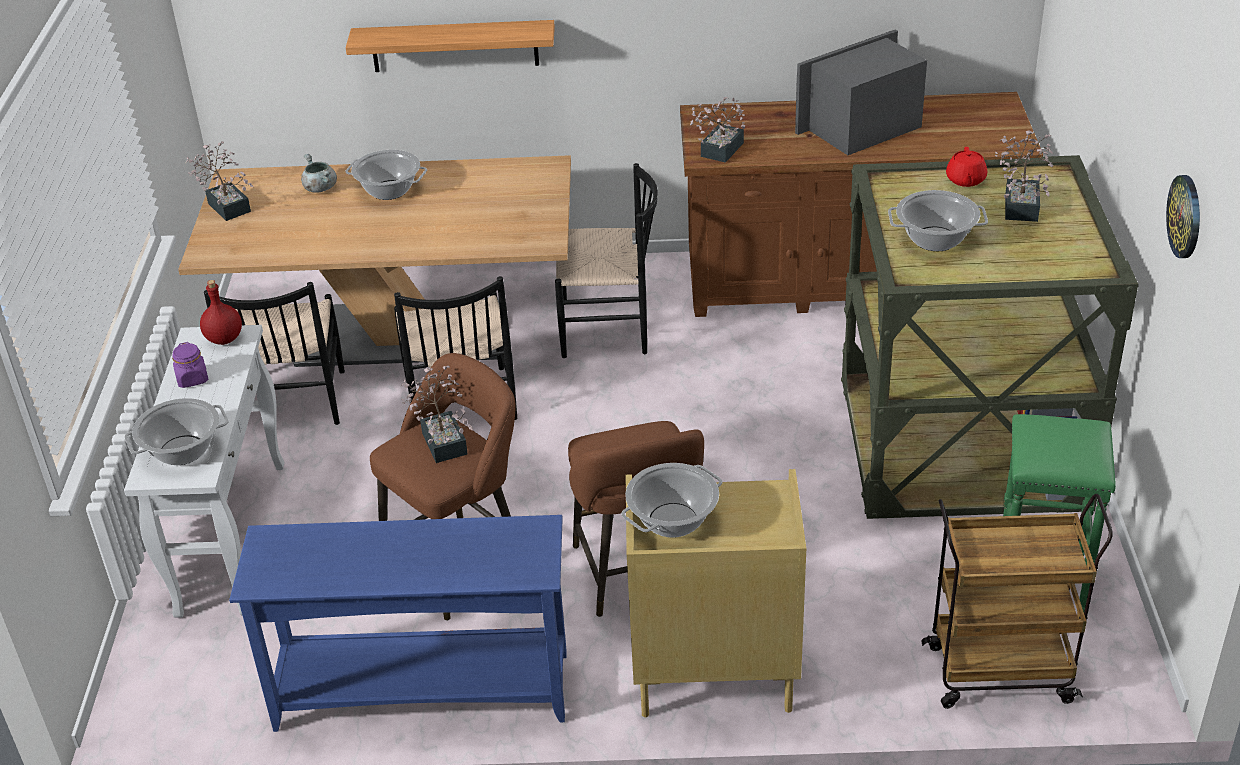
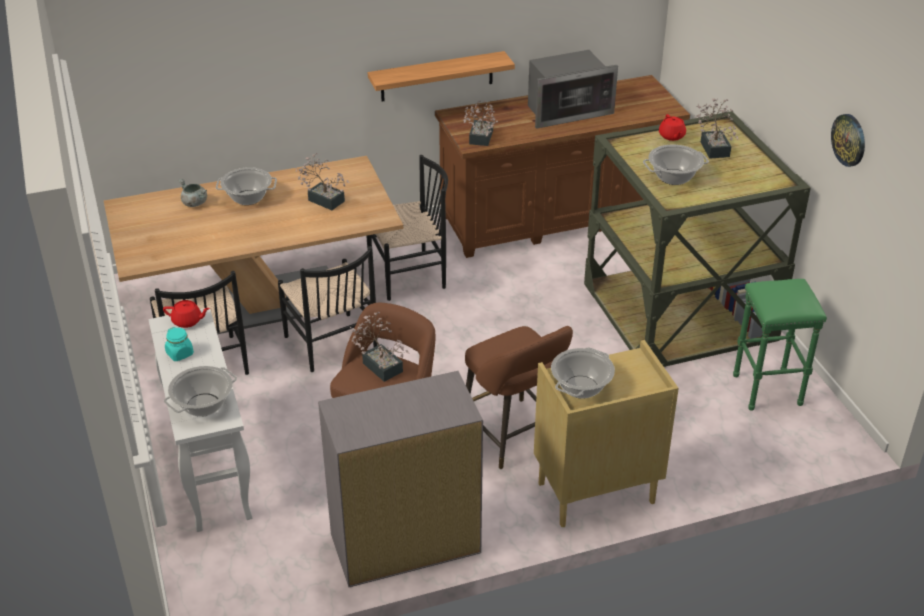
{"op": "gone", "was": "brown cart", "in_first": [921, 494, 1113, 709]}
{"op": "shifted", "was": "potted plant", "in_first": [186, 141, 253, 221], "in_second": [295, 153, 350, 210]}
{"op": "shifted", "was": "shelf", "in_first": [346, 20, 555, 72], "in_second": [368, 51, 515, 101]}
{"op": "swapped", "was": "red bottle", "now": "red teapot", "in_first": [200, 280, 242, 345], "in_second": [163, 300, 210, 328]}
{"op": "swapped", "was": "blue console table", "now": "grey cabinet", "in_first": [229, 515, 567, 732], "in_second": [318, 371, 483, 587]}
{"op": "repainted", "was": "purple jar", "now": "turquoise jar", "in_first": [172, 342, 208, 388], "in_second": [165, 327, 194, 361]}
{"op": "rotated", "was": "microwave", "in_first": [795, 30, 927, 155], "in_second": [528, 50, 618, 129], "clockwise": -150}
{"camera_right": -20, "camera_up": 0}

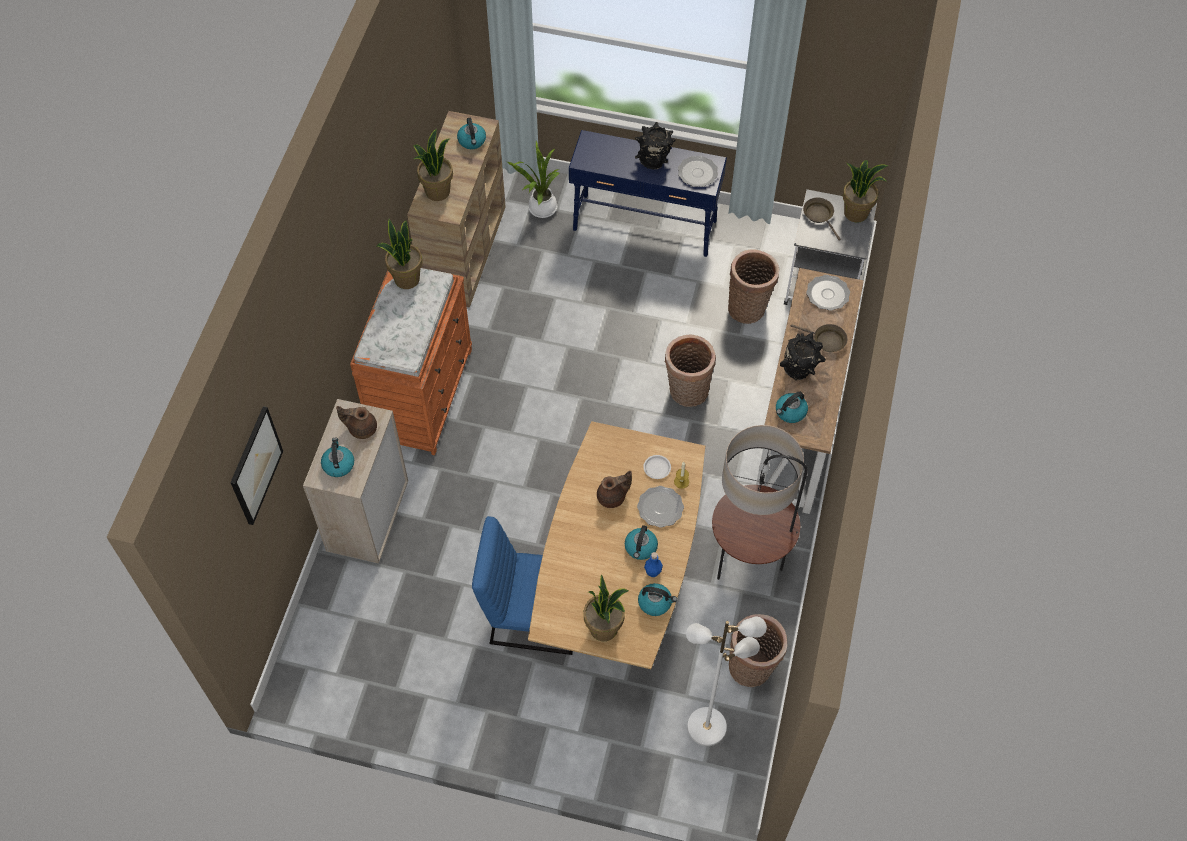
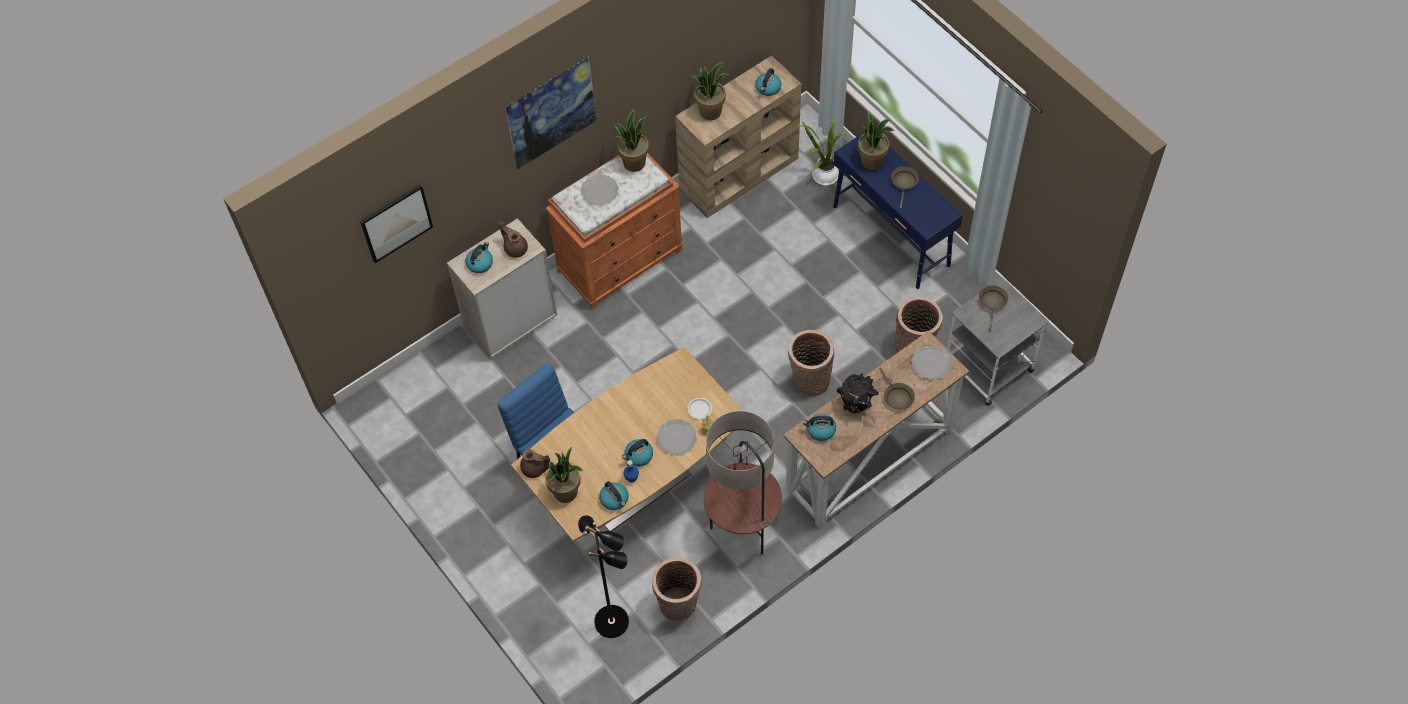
{"op": "new", "now": "picture", "in_second": [505, 57, 597, 170]}
{"op": "shifted", "was": "brown teapot", "in_first": [597, 471, 632, 508], "in_second": [520, 449, 550, 478]}
{"op": "shifted", "was": "plate", "in_first": [678, 156, 718, 187], "in_second": [581, 174, 619, 205]}
{"op": "shifted", "was": "potted plant", "in_first": [843, 160, 888, 222], "in_second": [858, 112, 894, 170]}
{"op": "swapped", "was": "black vase", "now": "brown frying pan", "in_first": [635, 122, 676, 169], "in_second": [891, 166, 919, 209]}
{"op": "repainted", "was": "white floor lamp", "now": "black floor lamp", "in_first": [686, 617, 767, 746], "in_second": [578, 515, 629, 638]}
{"camera_right": 40, "camera_up": 0}

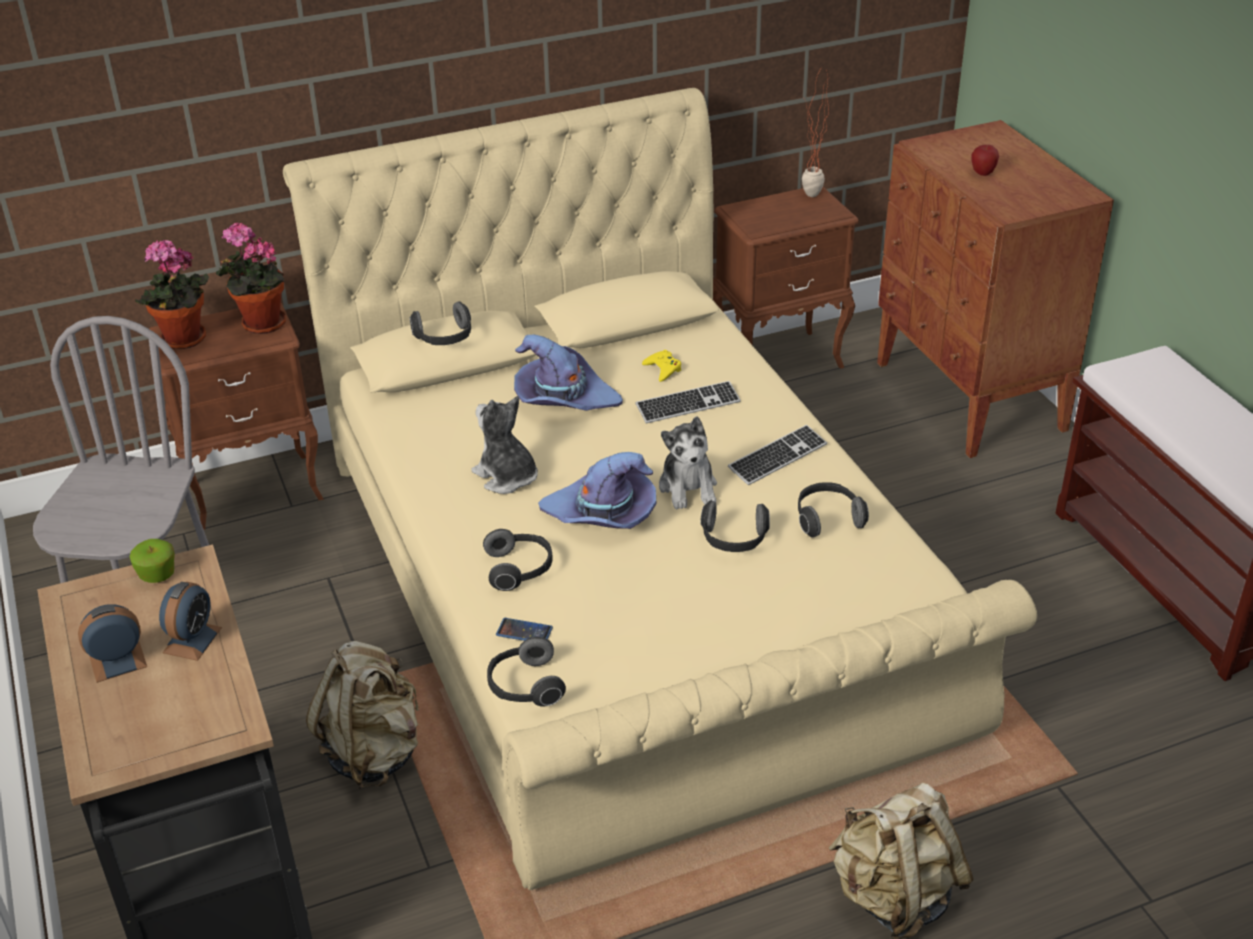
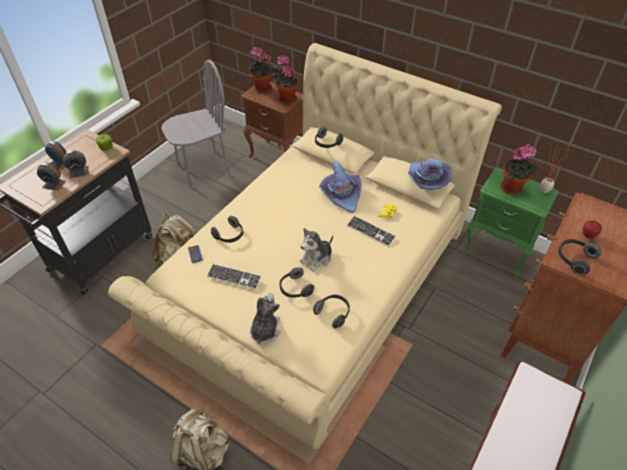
{"op": "new", "now": "alarm clock", "in_second": [37, 163, 66, 190]}
{"op": "new", "now": "potted plant", "in_second": [500, 144, 539, 195]}
{"op": "shifted", "was": "plush toy", "in_first": [471, 396, 538, 494], "in_second": [250, 293, 280, 345]}
{"op": "shifted", "was": "headphones", "in_first": [487, 637, 566, 707], "in_second": [558, 239, 602, 275]}
{"op": "shifted", "was": "purple hat", "in_first": [538, 452, 657, 529], "in_second": [408, 158, 452, 190]}
{"op": "shifted", "was": "keyboard", "in_first": [728, 425, 827, 485], "in_second": [207, 264, 262, 290]}
{"op": "repainted", "was": "brown nightstand", "now": "green nightstand", "in_first": [713, 187, 859, 369], "in_second": [463, 167, 559, 277]}
{"camera_right": 55, "camera_up": 10}

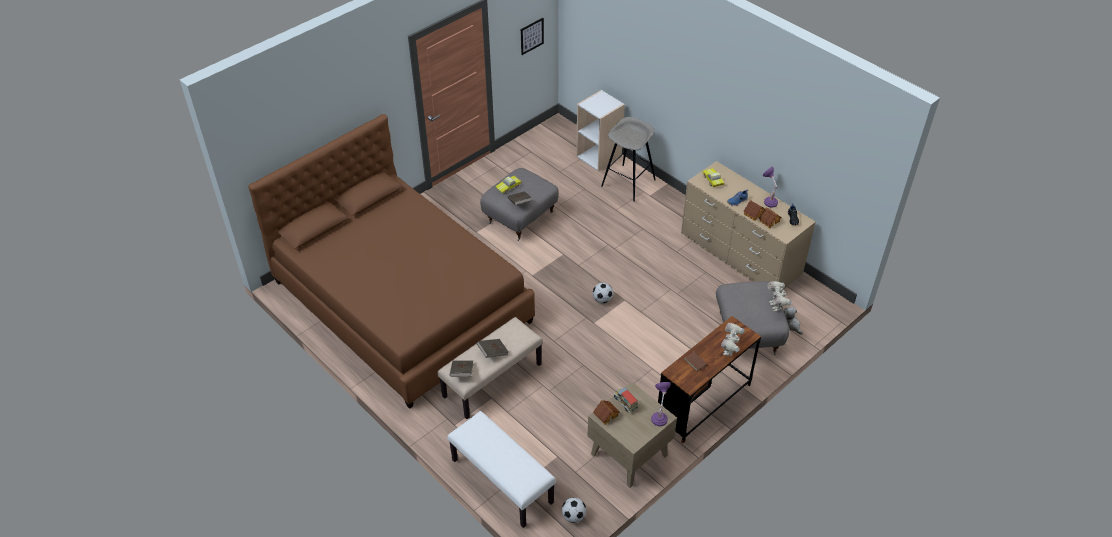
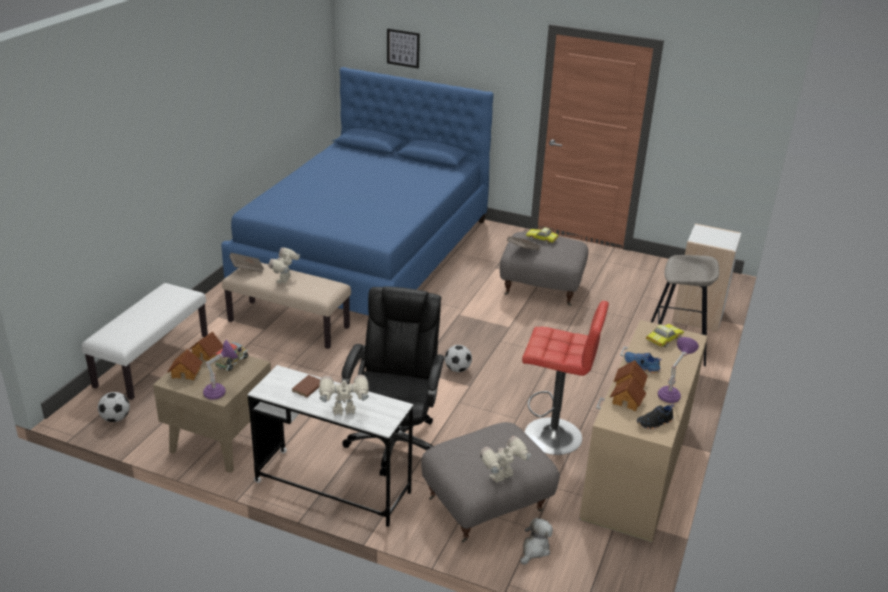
{"op": "new", "now": "toy house", "in_second": [168, 349, 202, 380]}
{"op": "new", "now": "black office chair", "in_second": [342, 286, 445, 476]}
{"op": "new", "now": "red stool", "in_second": [522, 301, 609, 455]}
{"op": "shifted", "was": "picture", "in_first": [521, 18, 544, 55], "in_second": [387, 29, 420, 68]}
{"op": "swapped", "was": "brown book", "now": "toy robot", "in_first": [477, 339, 509, 358], "in_second": [268, 248, 300, 284]}
{"op": "repainted", "was": "brown bed", "now": "blue bed", "in_first": [248, 114, 535, 409], "in_second": [221, 67, 494, 316]}
{"op": "repainted", "was": "brown desk", "now": "white desk", "in_first": [658, 316, 761, 443], "in_second": [248, 365, 413, 527]}
{"camera_right": 65, "camera_up": -15}

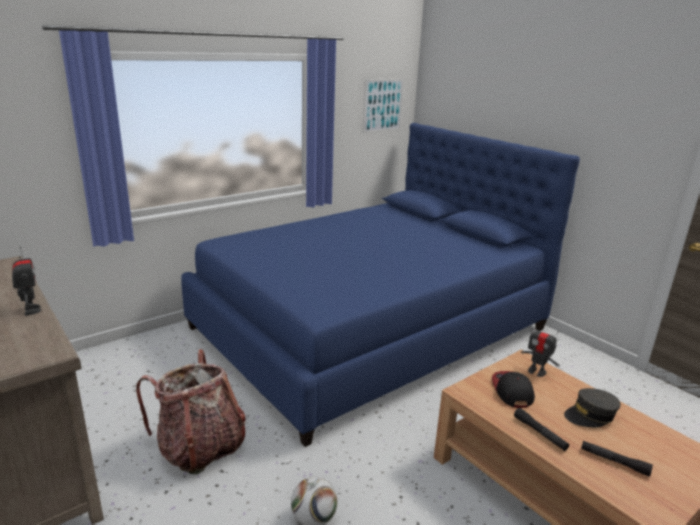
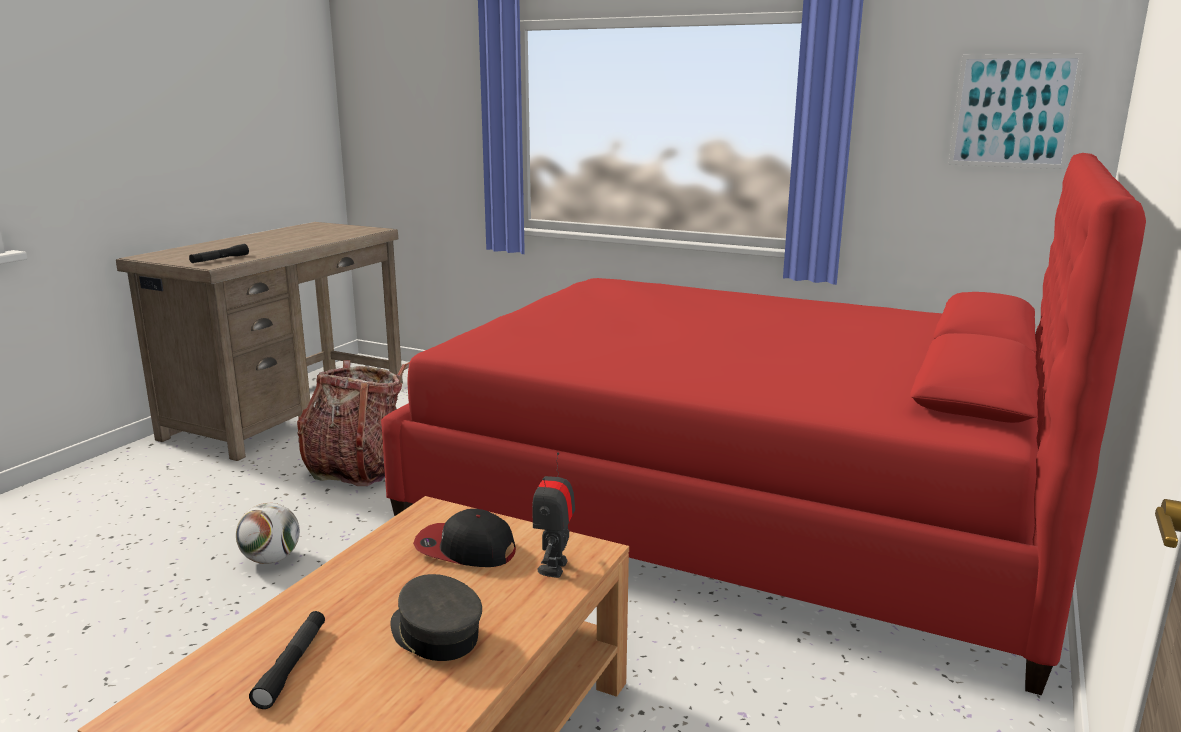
{"op": "gone", "was": "toy robot", "in_first": [12, 247, 41, 316]}
{"op": "shifted", "was": "black flashlight", "in_first": [514, 408, 569, 451], "in_second": [189, 244, 249, 263]}
{"op": "repainted", "was": "blue bed", "now": "red bed", "in_first": [181, 123, 580, 447], "in_second": [381, 153, 1146, 695]}
{"op": "rotated", "was": "cap", "in_first": [492, 371, 535, 408], "in_second": [413, 509, 516, 567], "clockwise": -135}
{"camera_right": 65, "camera_up": -5}

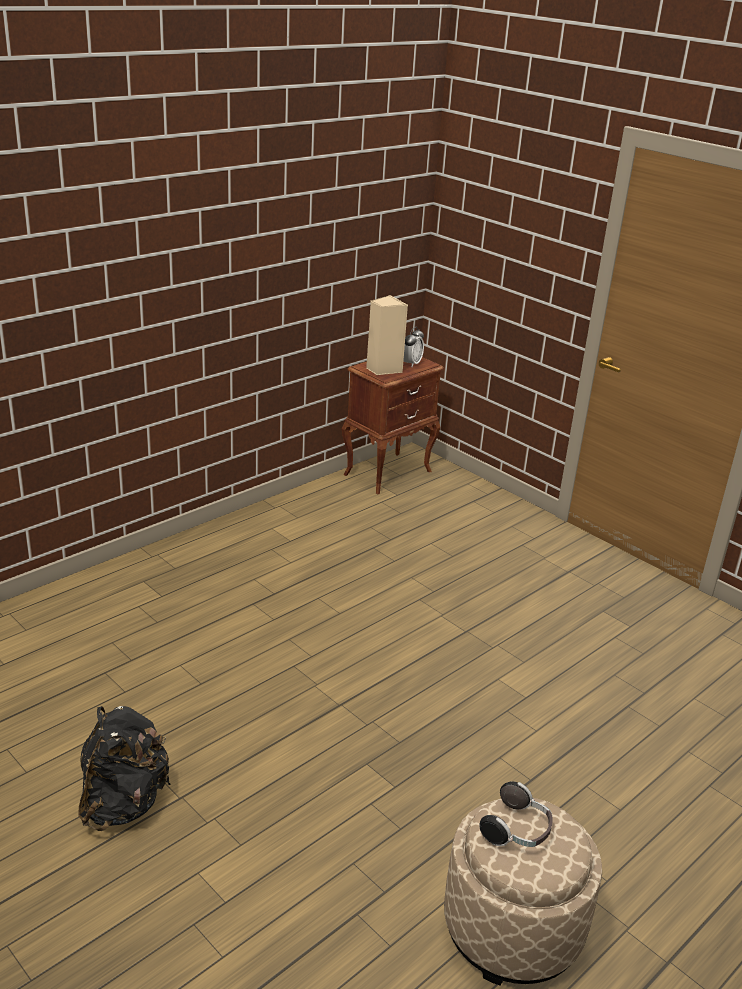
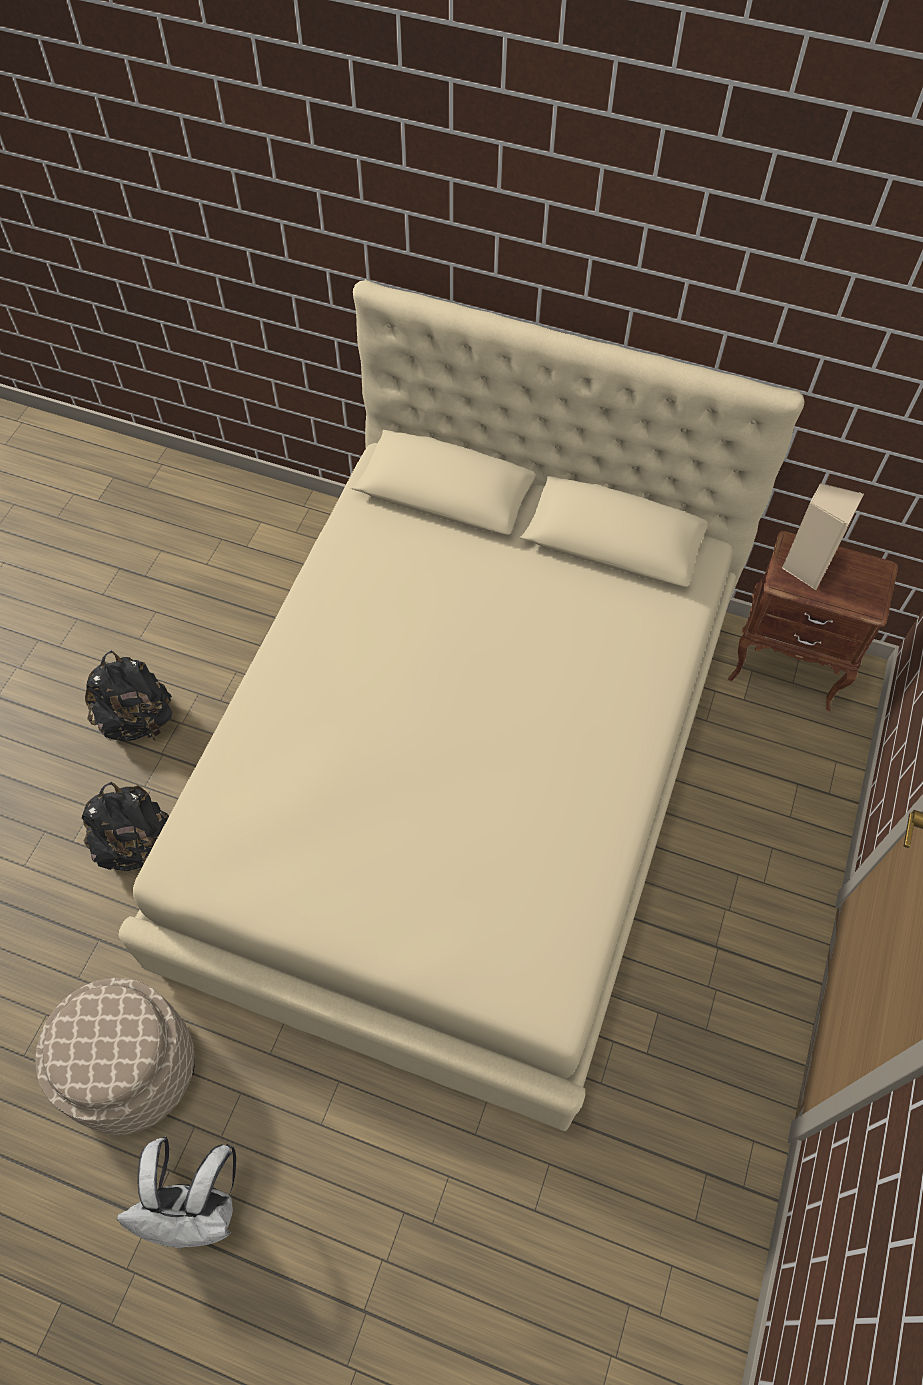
{"op": "gone", "was": "alarm clock", "in_first": [403, 327, 424, 367]}
{"op": "gone", "was": "headphones", "in_first": [479, 781, 553, 847]}
{"op": "new", "now": "black backpack", "in_second": [82, 782, 169, 871]}
{"op": "new", "now": "white backpack", "in_second": [117, 1137, 236, 1250]}
{"op": "new", "now": "beige bed", "in_second": [119, 280, 804, 1131]}
{"camera_right": 65, "camera_up": 30}

